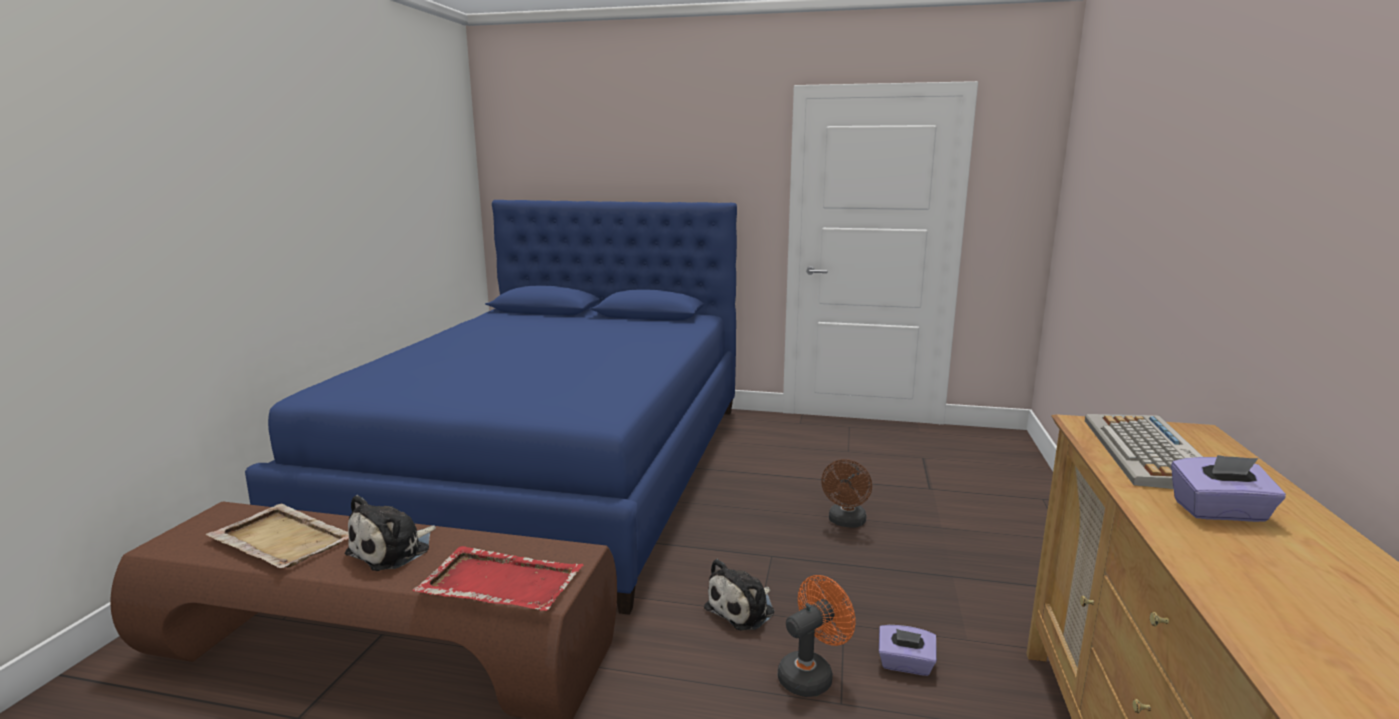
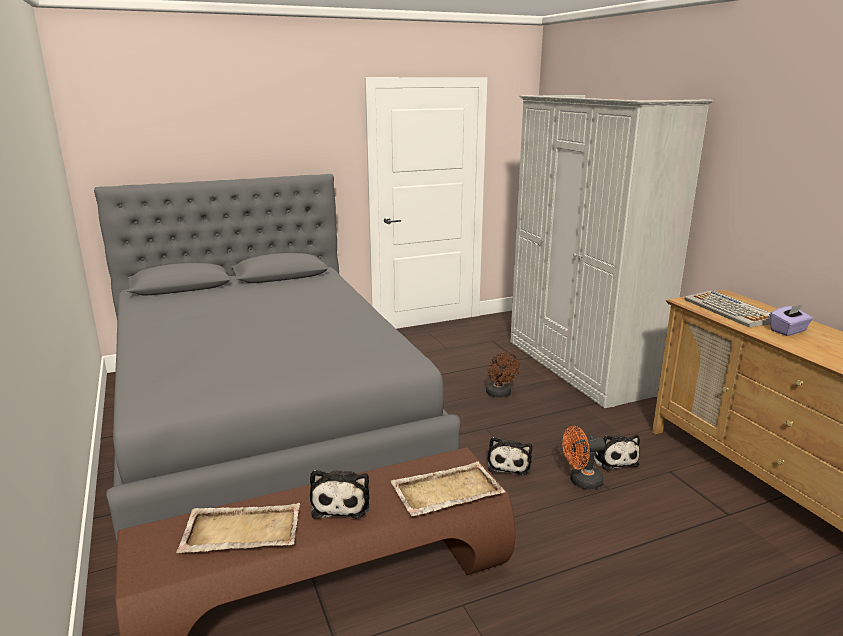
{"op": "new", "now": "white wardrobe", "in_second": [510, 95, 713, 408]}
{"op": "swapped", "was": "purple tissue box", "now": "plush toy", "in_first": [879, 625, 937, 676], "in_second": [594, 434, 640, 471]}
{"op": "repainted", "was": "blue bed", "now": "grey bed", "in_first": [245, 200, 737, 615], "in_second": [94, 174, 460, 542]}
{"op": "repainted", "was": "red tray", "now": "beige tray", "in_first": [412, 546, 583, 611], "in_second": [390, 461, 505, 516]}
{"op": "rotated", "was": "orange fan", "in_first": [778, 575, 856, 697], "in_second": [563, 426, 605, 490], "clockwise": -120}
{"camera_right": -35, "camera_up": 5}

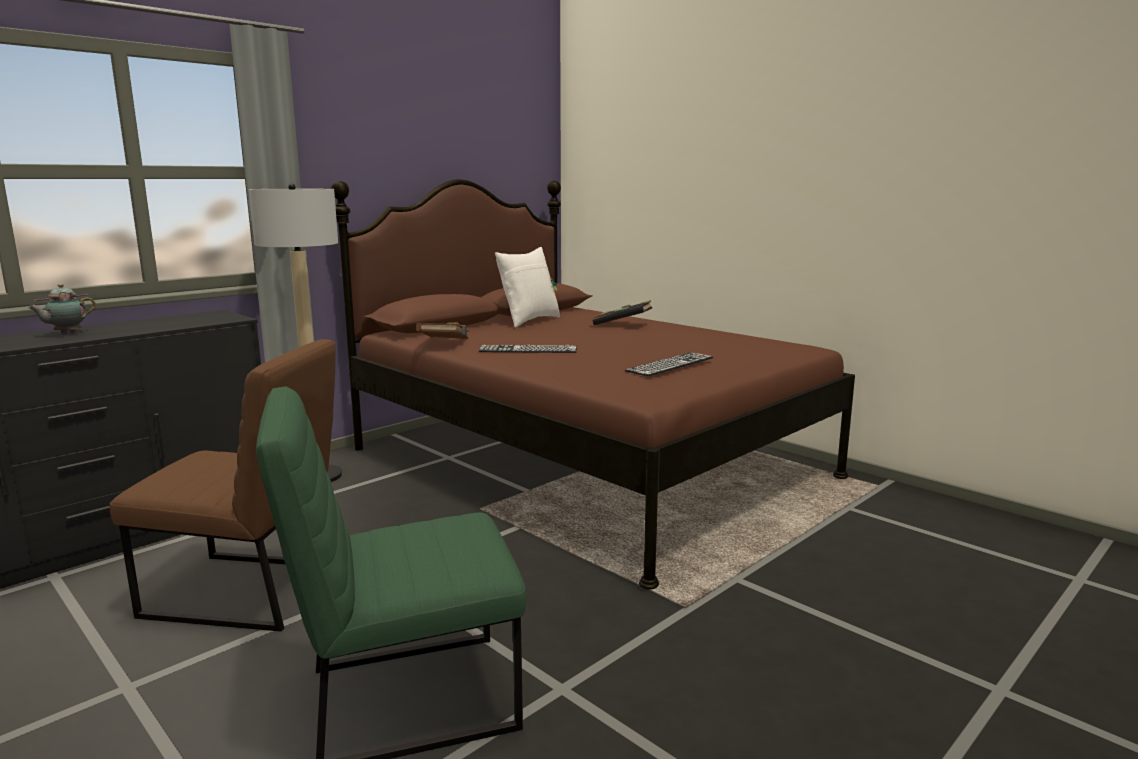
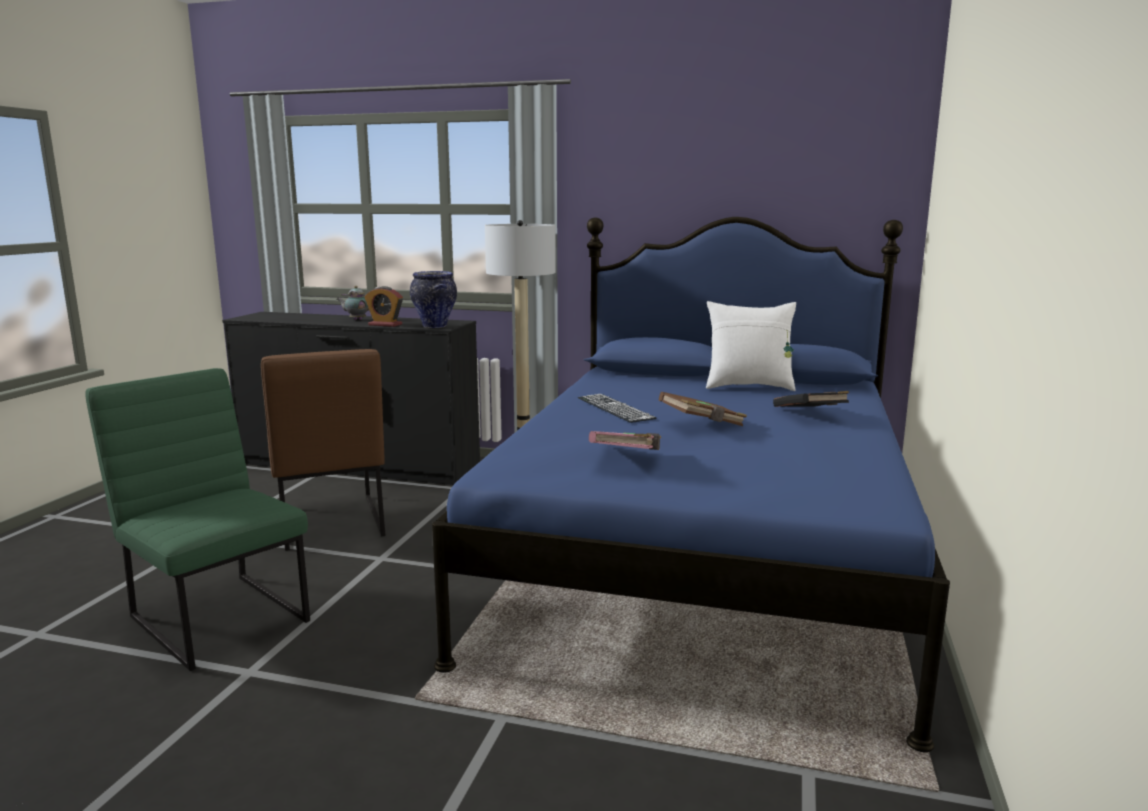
{"op": "new", "now": "alarm clock", "in_second": [364, 286, 403, 327]}
{"op": "new", "now": "vase", "in_second": [410, 271, 457, 328]}
{"op": "shifted", "was": "brown book", "in_first": [416, 322, 469, 339], "in_second": [659, 392, 747, 426]}
{"op": "swapped", "was": "keyboard", "now": "pink book", "in_first": [625, 353, 713, 376], "in_second": [589, 431, 661, 450]}
{"op": "repainted", "was": "brown bed", "now": "blue bed", "in_first": [331, 179, 855, 590], "in_second": [432, 217, 950, 752]}
{"camera_right": 60, "camera_up": 0}

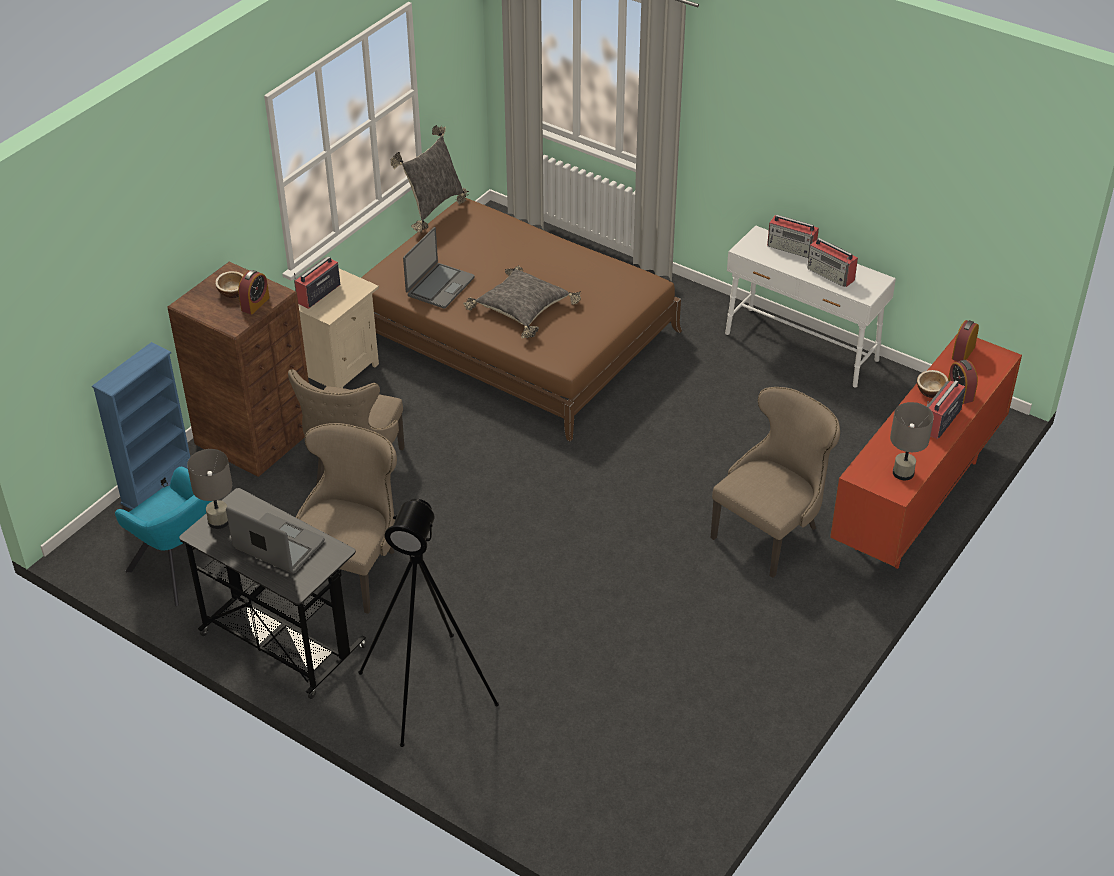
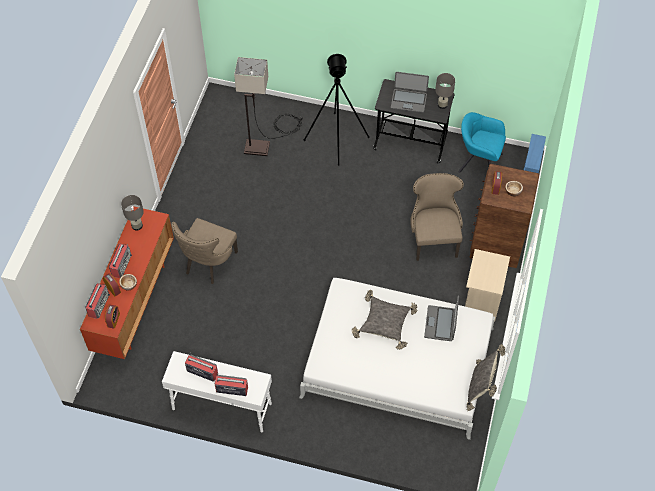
{"op": "gone", "was": "beige chair", "in_first": [296, 423, 397, 614]}
{"op": "new", "now": "floor lamp", "in_second": [234, 57, 303, 156]}
{"op": "shifted", "was": "radio", "in_first": [294, 256, 340, 309], "in_second": [85, 283, 110, 319]}
{"op": "repainted", "was": "brown bed", "now": "white bed", "in_first": [361, 198, 682, 442], "in_second": [299, 278, 495, 440]}
{"camera_right": 160, "camera_up": 15}

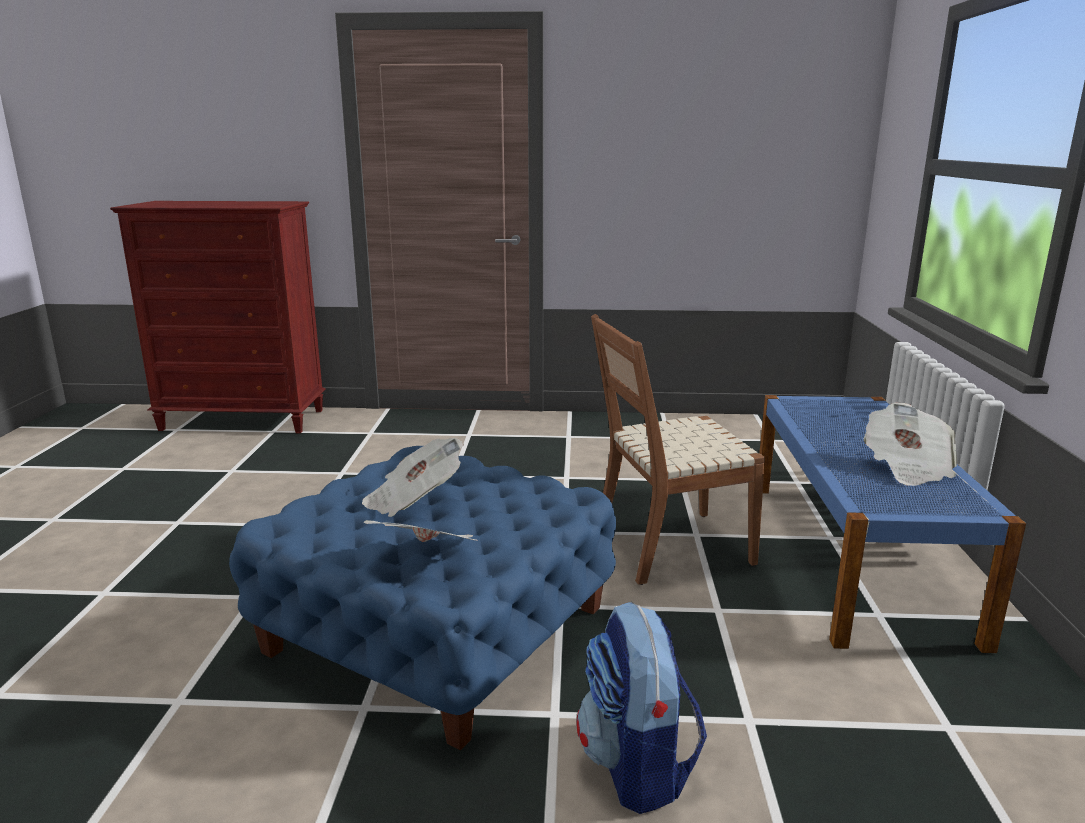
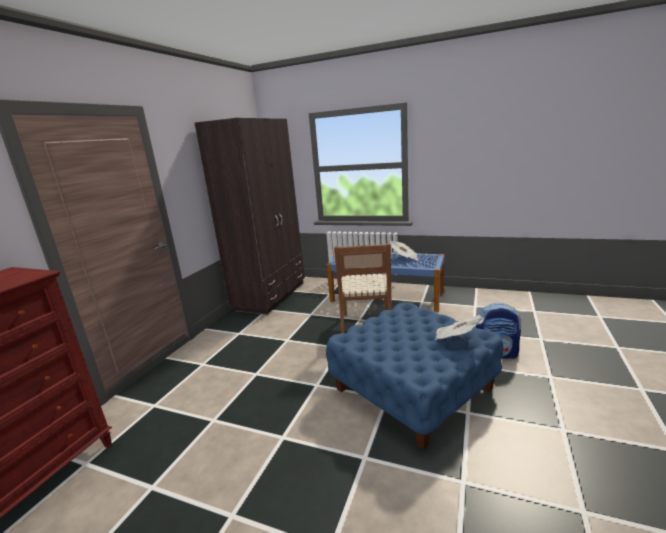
{"op": "gone", "was": "newspaper", "in_first": [362, 438, 464, 517]}
{"op": "new", "now": "brown wardrobe", "in_second": [195, 118, 305, 315]}
{"camera_right": -70, "camera_up": 0}

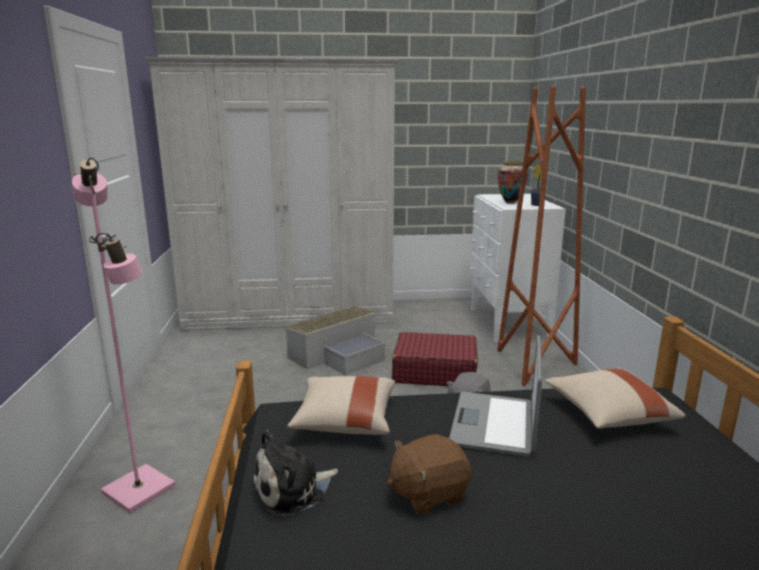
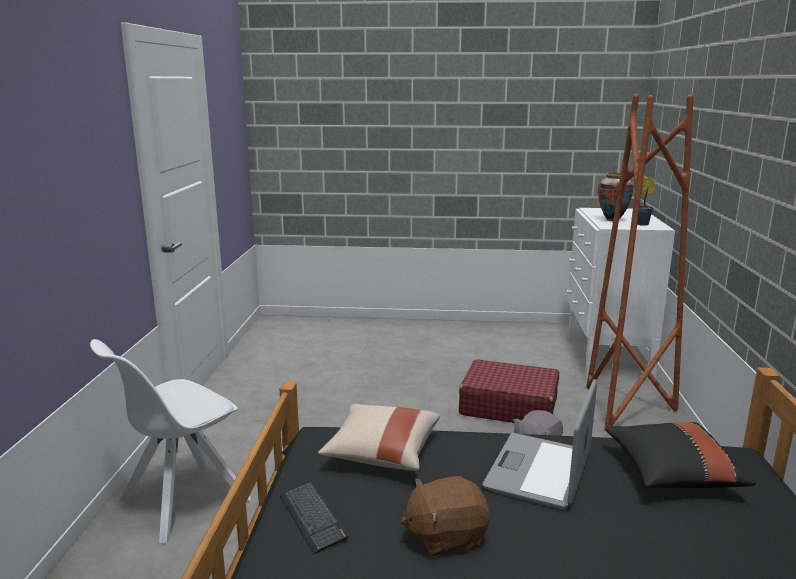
{"op": "gone", "was": "white wardrobe", "in_first": [143, 57, 399, 331]}
{"op": "gone", "was": "grey storage box", "in_first": [285, 306, 385, 375]}
{"op": "swapped", "was": "pink floor lamp", "now": "white chair", "in_first": [72, 158, 176, 513], "in_second": [90, 339, 251, 543]}
{"op": "swapped", "was": "plush toy", "now": "keyboard", "in_first": [252, 430, 338, 517], "in_second": [280, 481, 349, 554]}
{"op": "repainted", "was": "beige pillow", "now": "black pillow", "in_first": [545, 368, 686, 429], "in_second": [605, 422, 756, 488]}
{"camera_right": 10, "camera_up": 0}

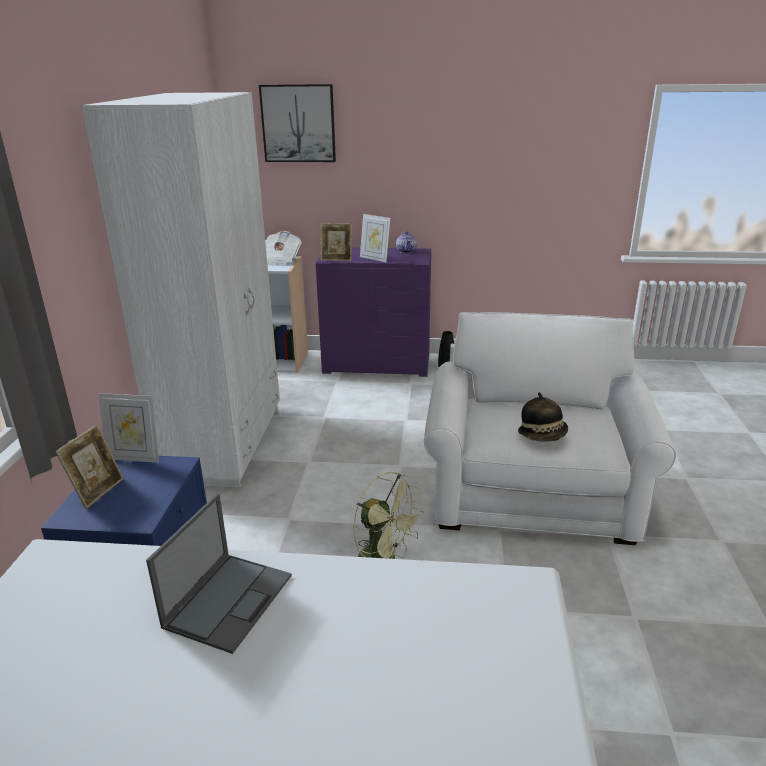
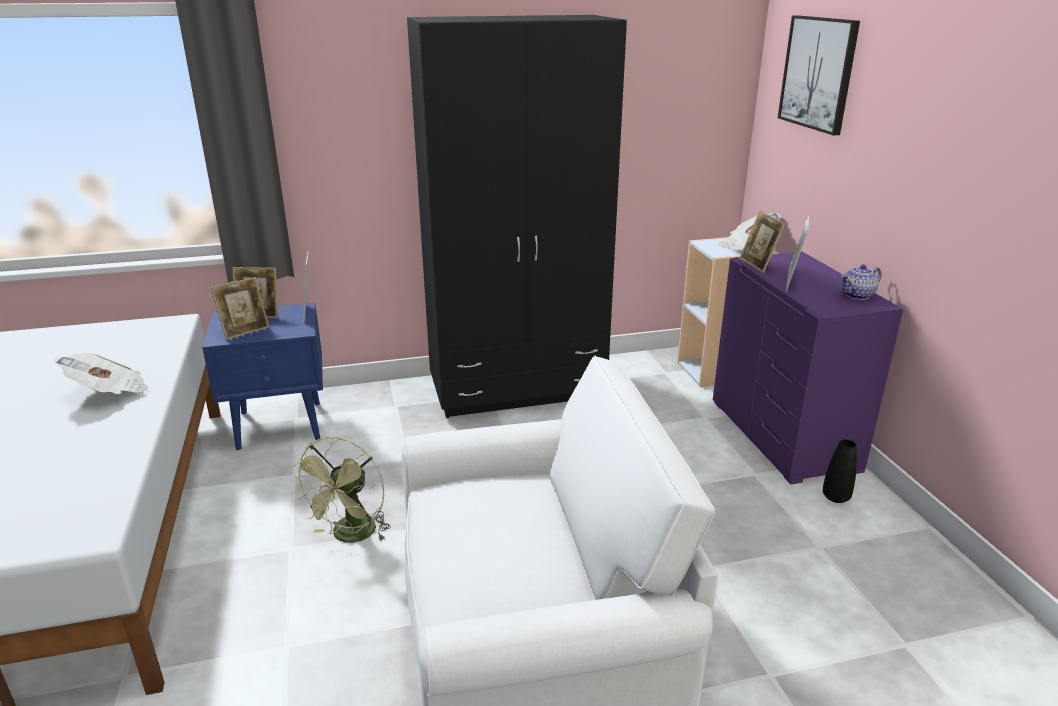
{"op": "gone", "was": "hat", "in_first": [518, 392, 568, 441]}
{"op": "new", "now": "picture frame", "in_second": [211, 277, 269, 340]}
{"op": "swapped", "was": "laptop", "now": "newspaper", "in_first": [146, 493, 292, 654], "in_second": [54, 353, 150, 394]}
{"op": "repainted", "was": "white wardrobe", "now": "black wardrobe", "in_first": [81, 92, 280, 487], "in_second": [407, 15, 627, 419]}
{"camera_right": 70, "camera_up": 0}

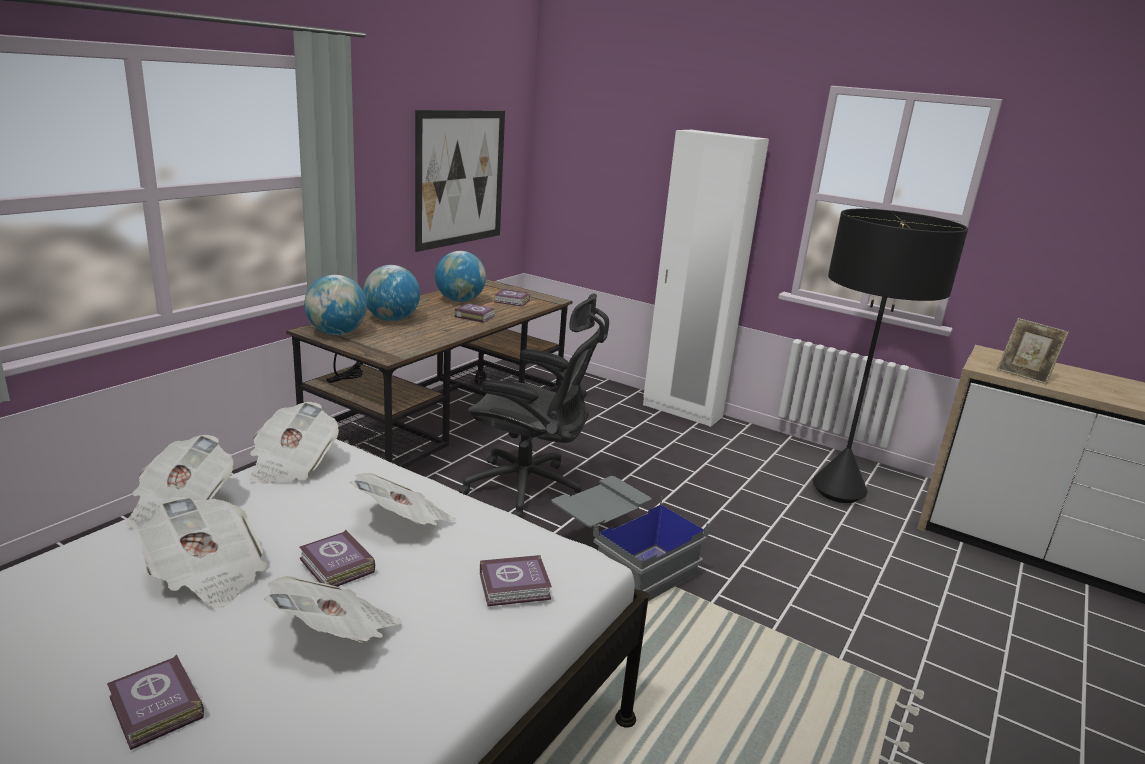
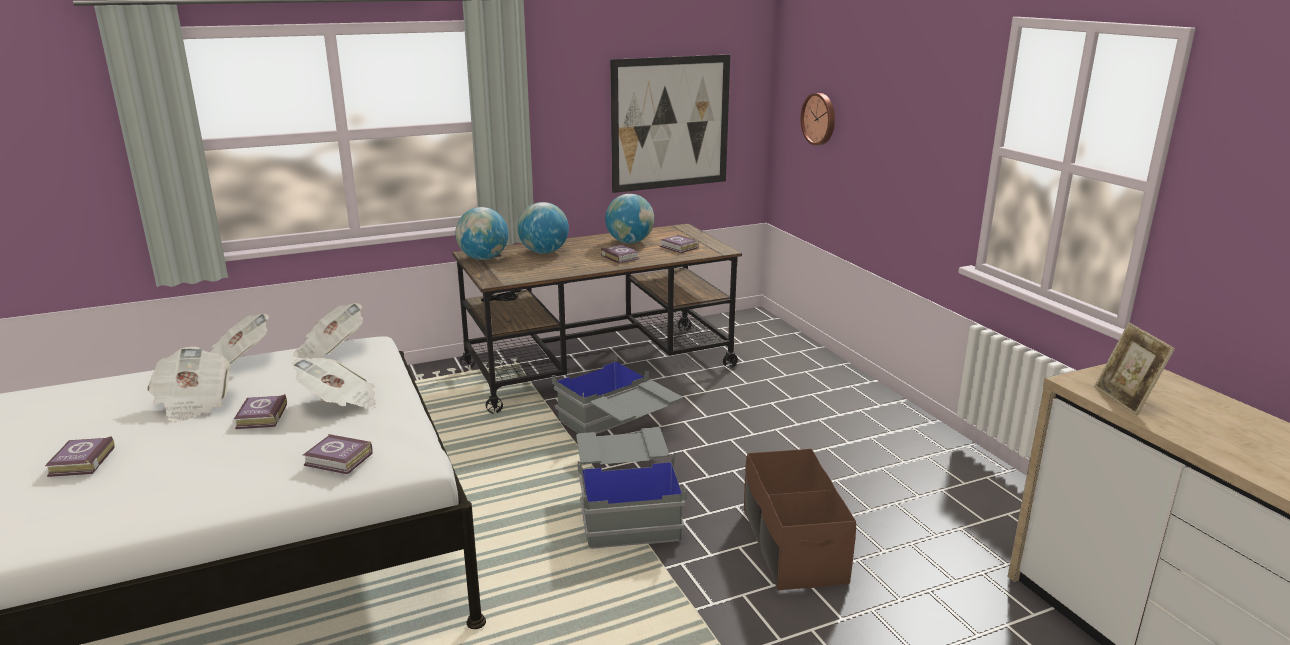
{"op": "gone", "was": "newspaper", "in_first": [264, 576, 402, 642]}
{"op": "gone", "was": "white wardrobe", "in_first": [643, 130, 769, 427]}
{"op": "gone", "was": "black floor lamp", "in_first": [813, 209, 968, 503]}
{"op": "new", "now": "brown storage box", "in_second": [744, 449, 856, 590]}
{"op": "new", "now": "wall clock", "in_second": [800, 93, 835, 145]}
{"op": "swapped", "was": "office chair", "now": "grey storage box", "in_first": [459, 293, 609, 518], "in_second": [552, 354, 682, 434]}
{"camera_right": 35, "camera_up": 0}

